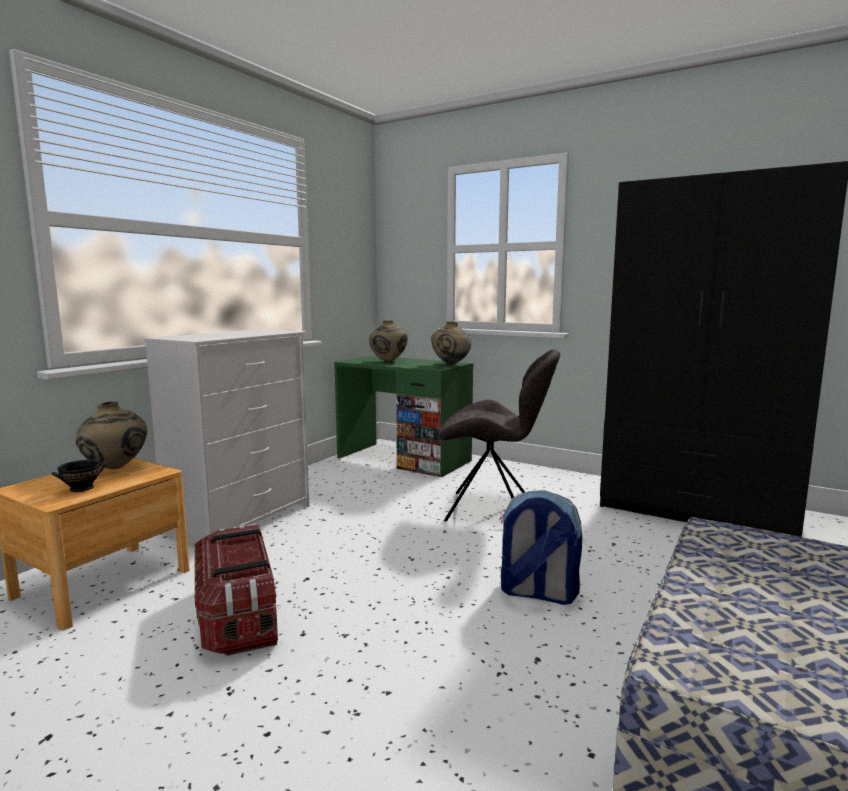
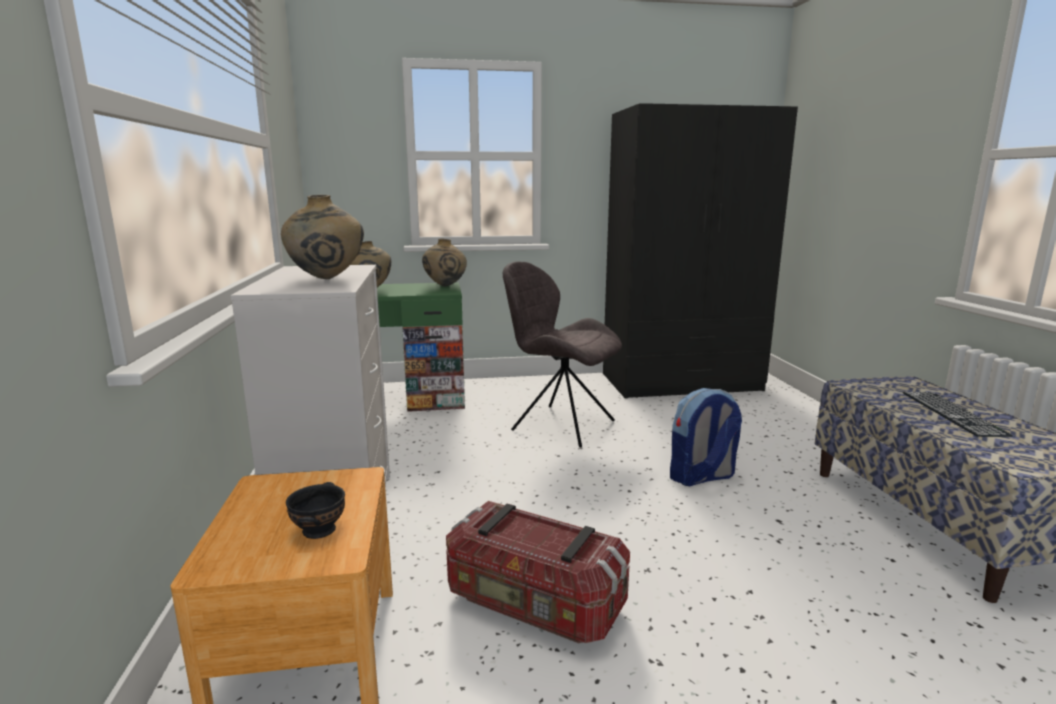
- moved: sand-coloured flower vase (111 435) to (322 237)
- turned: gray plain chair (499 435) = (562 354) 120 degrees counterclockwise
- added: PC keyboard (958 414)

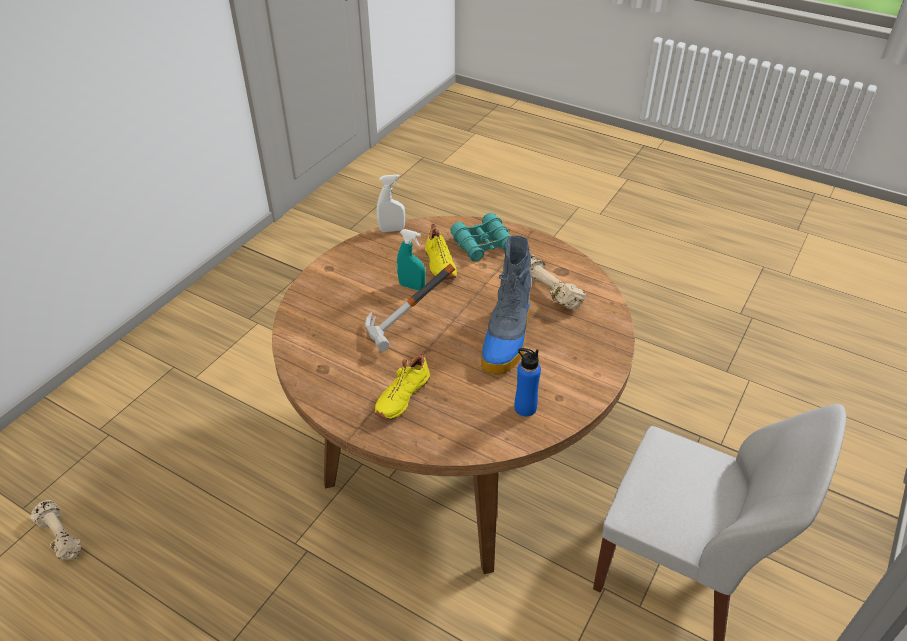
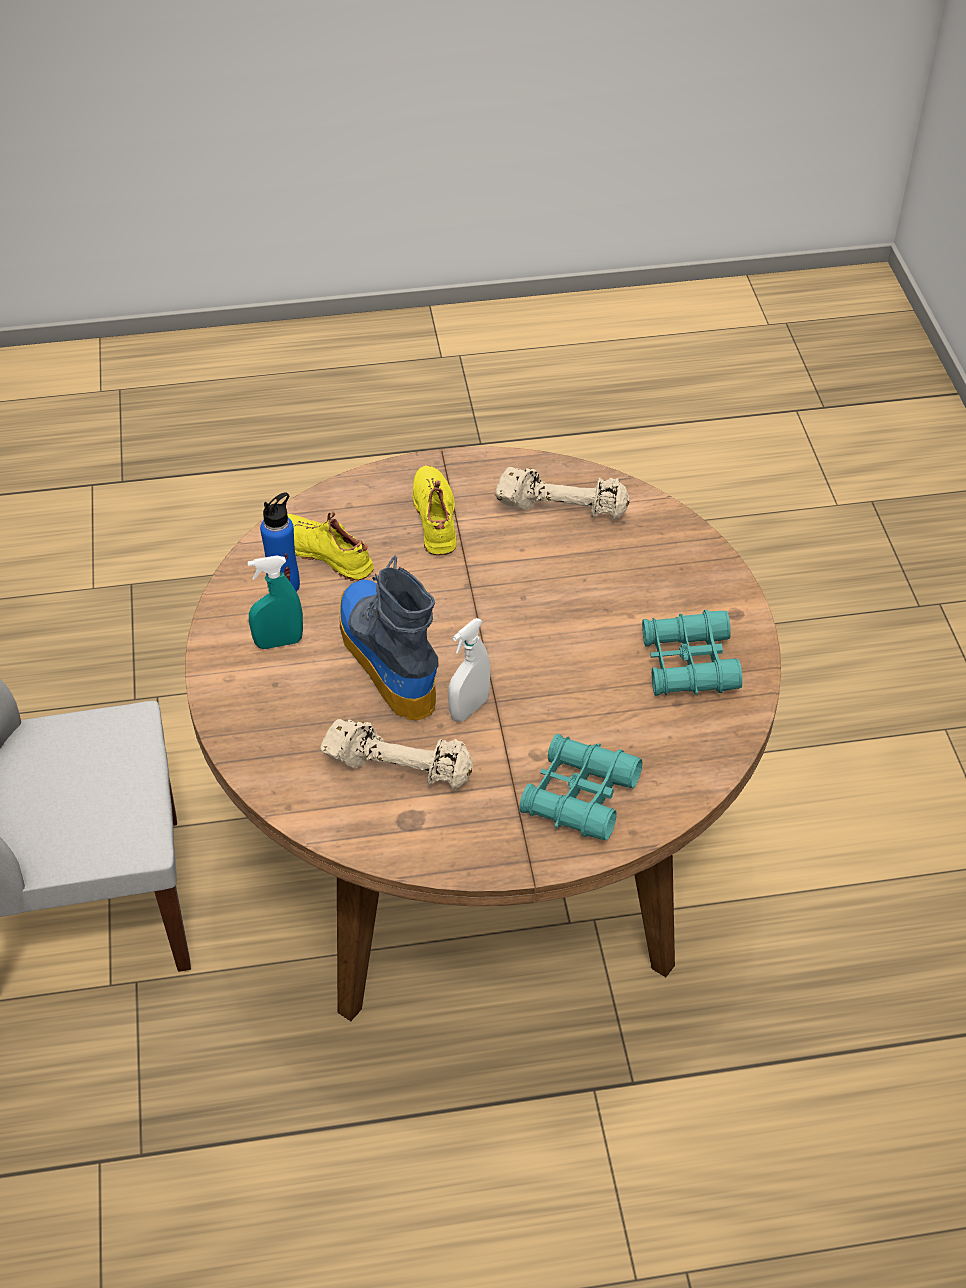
- moved: sand-coloured free weight (56 530) to (562 494)
- removed: hammer (410 307)
- moved: whitish sprayer (391 203) to (469 670)
- moved: turquoise sprayer (411 260) to (275 602)
- moved: yellowish item of footwear (441 252) to (330 546)
- added: turquoise pair of binoculars (692 653)

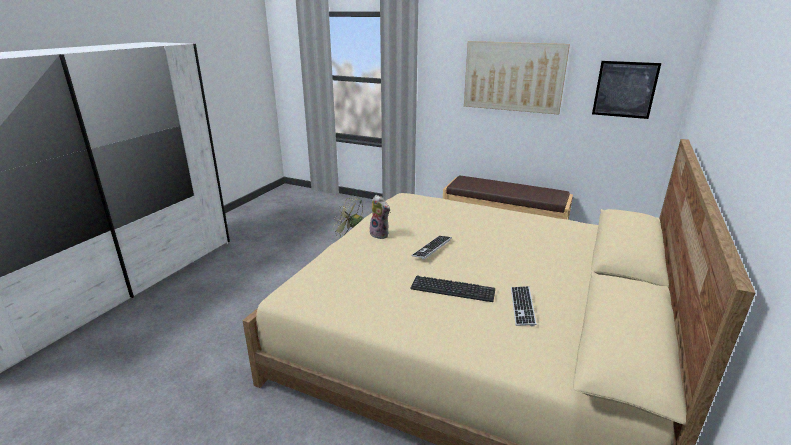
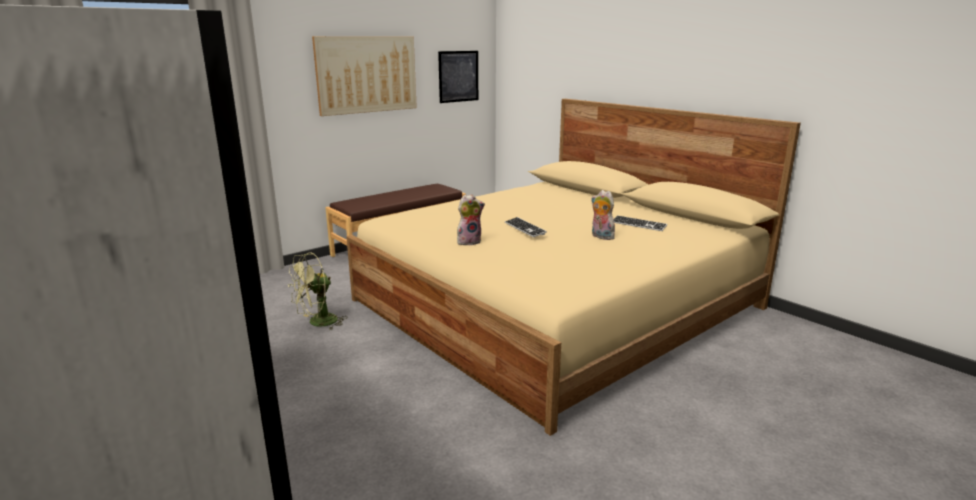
- replaced: PC keyboard (452 289) to cuddly toy (603 215)

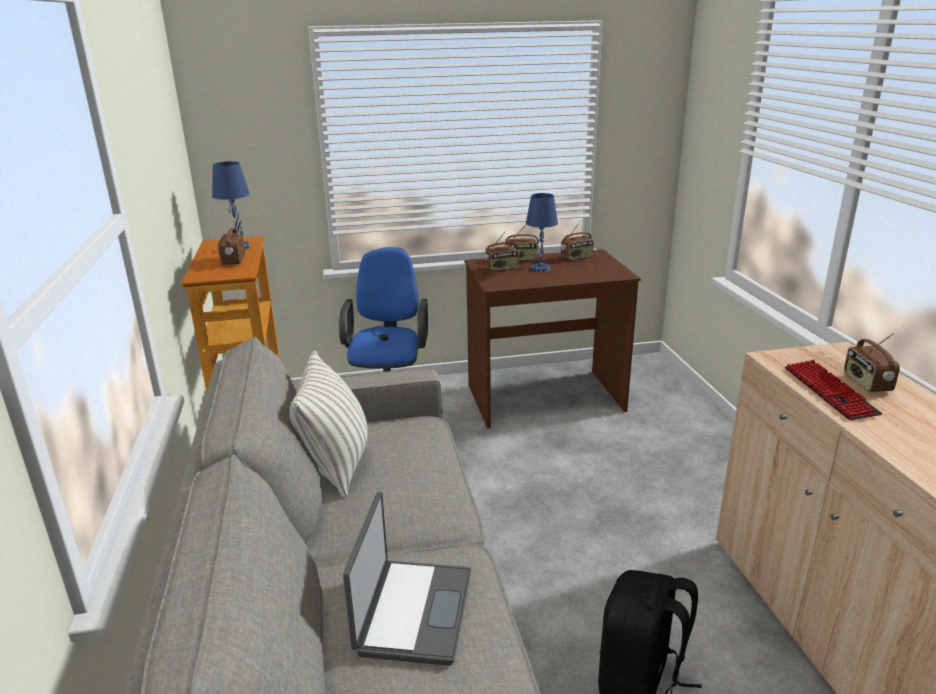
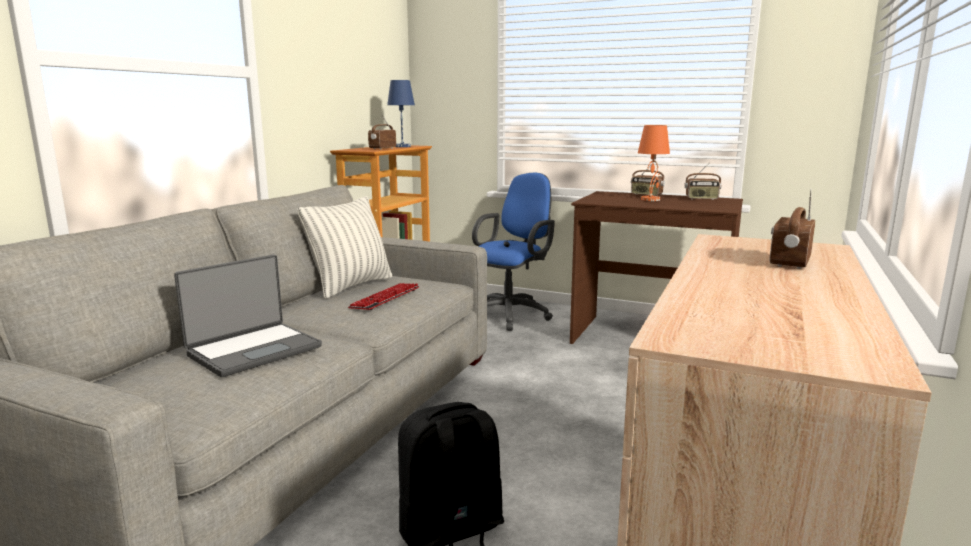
- removed: radio set (501 251)
- recoloured: bluish table lamp (542 232) to orange-coloured table lamp (654 163)
- moved: PC keyboard (833 390) to (383 296)

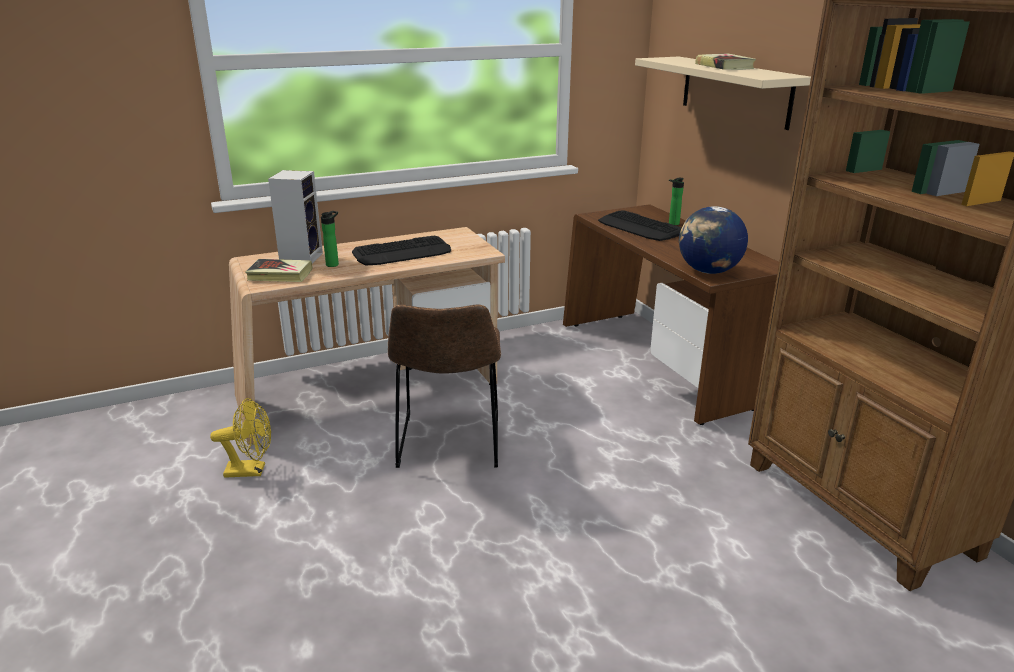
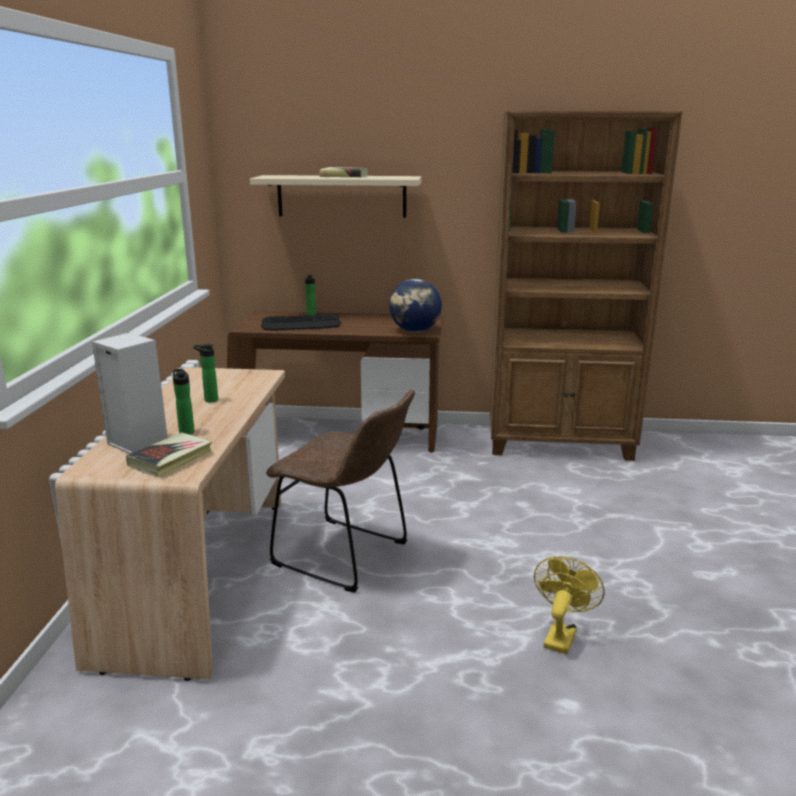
- moved: yellowish electric fan (240 438) to (569 605)
- replaced: PC keyboard (401 251) to drink bottle (205 373)

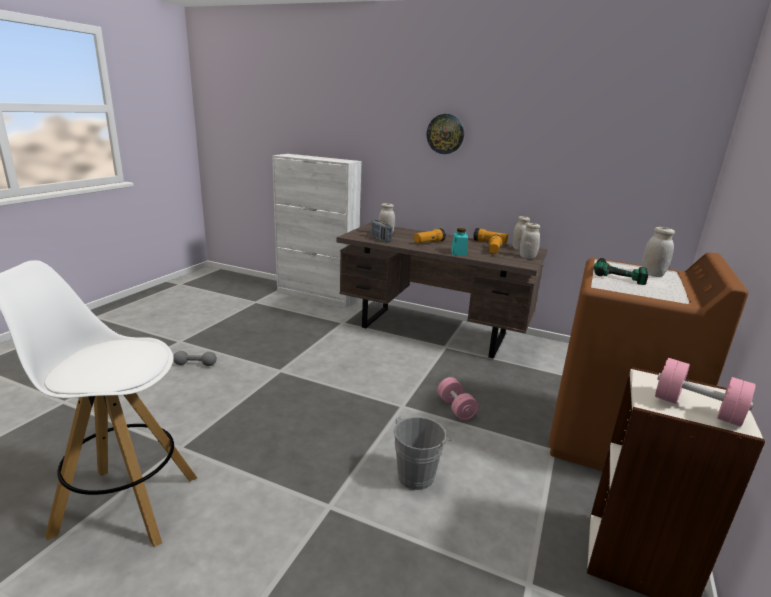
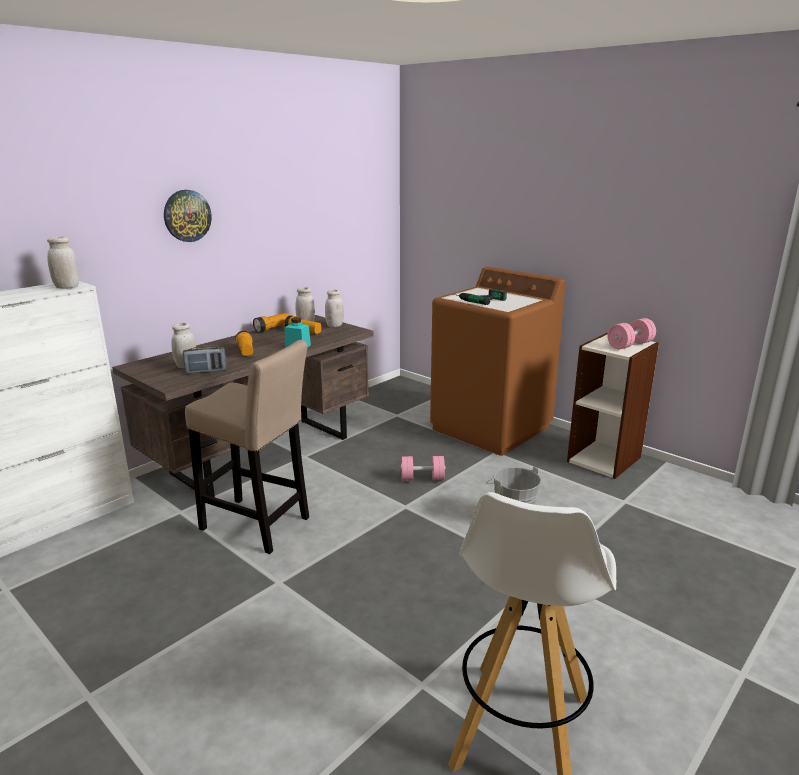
- removed: gray free weight (195 358)
- moved: whitish storage jar (658 252) to (63 263)
- added: sand-coloured sitting stool (247 447)

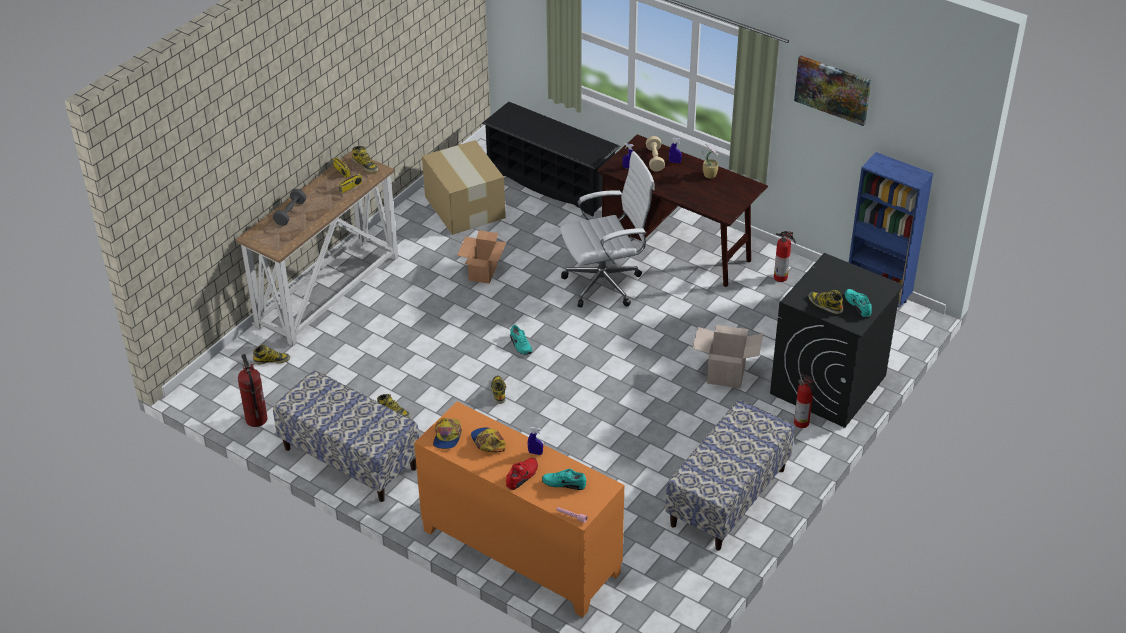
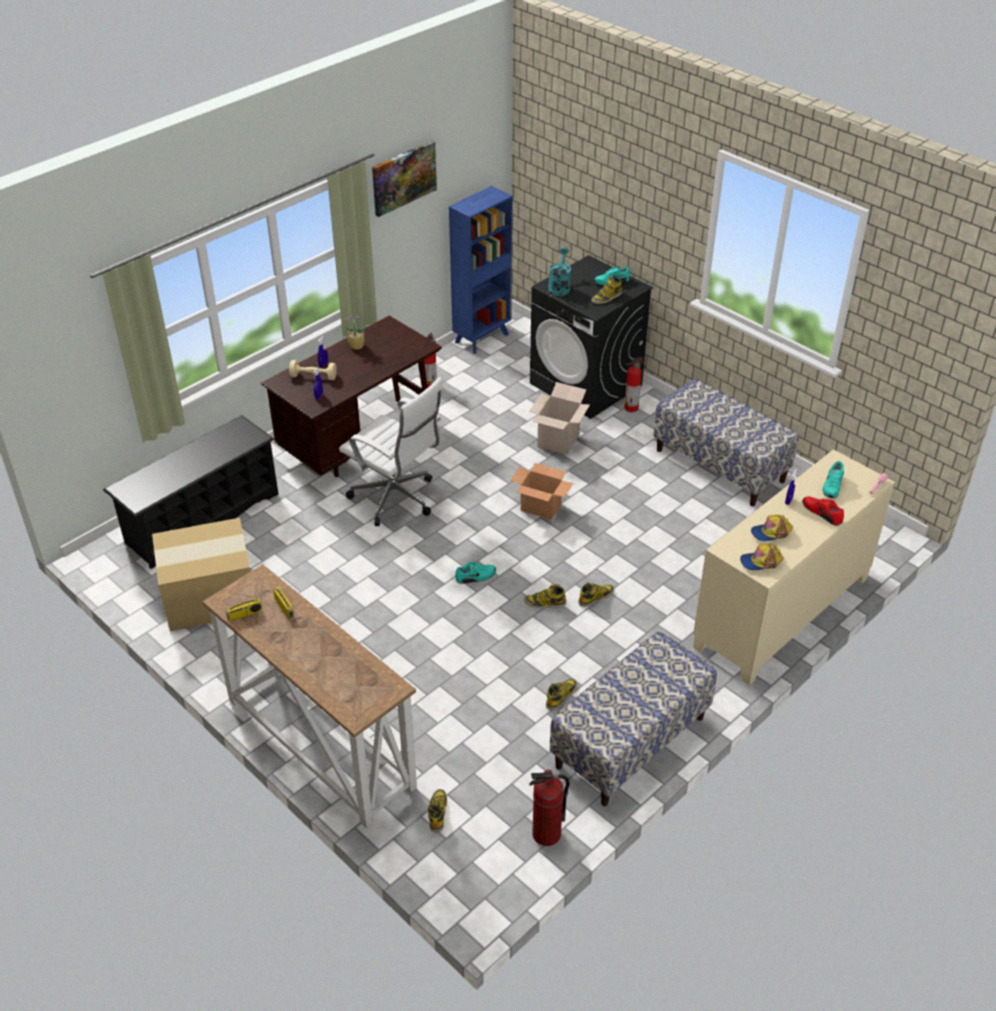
- removed: gray free weight (289 207)
- moved: tall boot (365 159) to (596 594)
- recoloured: orange-coloured cabinet (519 509) to sand-coloured cabinet (794 567)
- turned: baseball cap (447 433) = (761 557) 150 degrees clockwise
- moved: cardboard box (481 257) to (542 491)
- turned: whitish office chair (607 229) = (391 451) 135 degrees clockwise
- added: turquoise watering can (559 272)

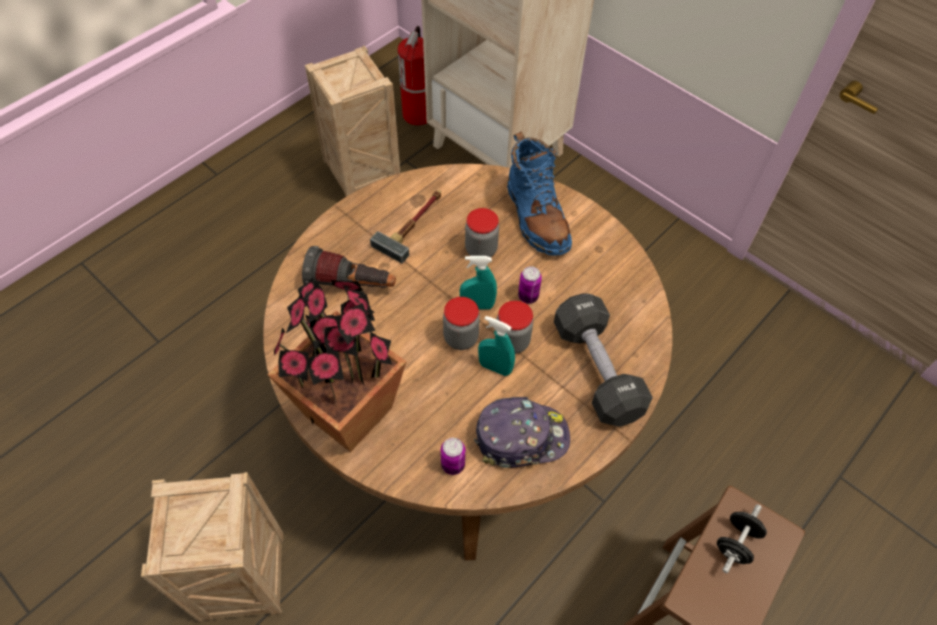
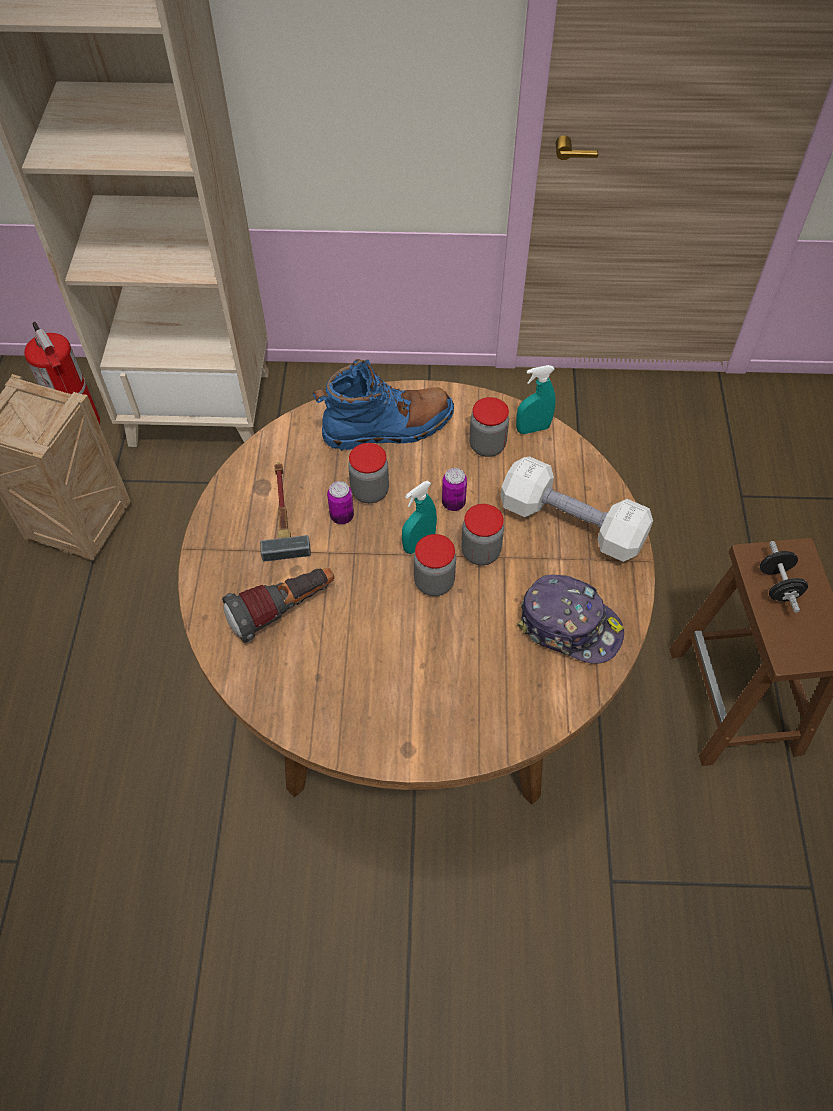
- removed: shipping crate (212 547)
- removed: potted plant (337 364)
- moved: metal can (453 456) to (340 502)
- turned: baseball cap (522 432) = (570 619) 75 degrees clockwise
- moved: turquoise sprayer (496 346) to (536 399)
- turned: bluish tall boot (539 194) = (383 405) 45 degrees counterclockwise
- recoloured: black-coloured free weight (603 360) to whitish free weight (576 509)
- added: storage jar (489 427)

